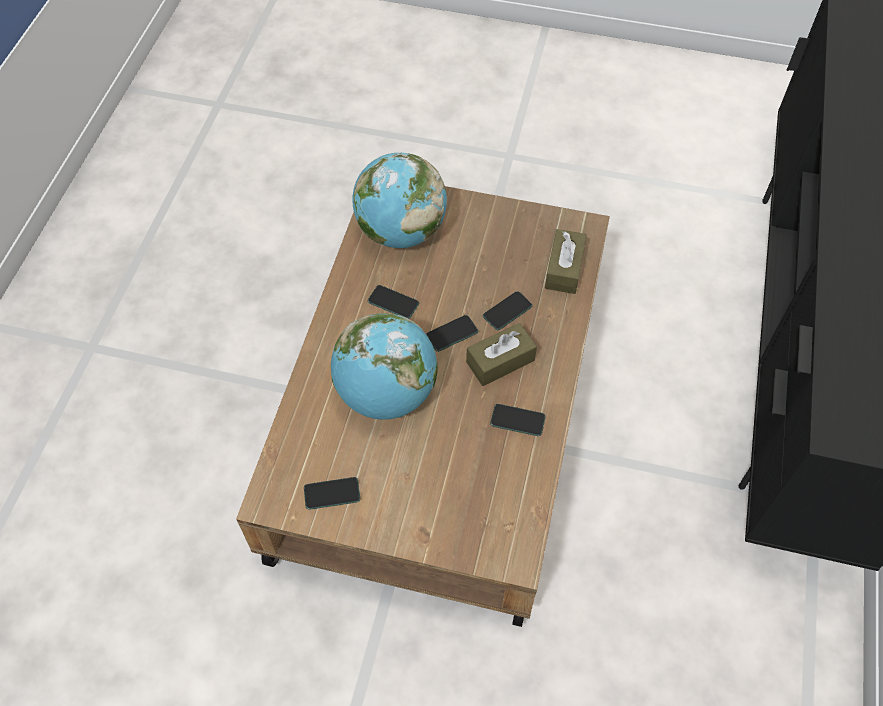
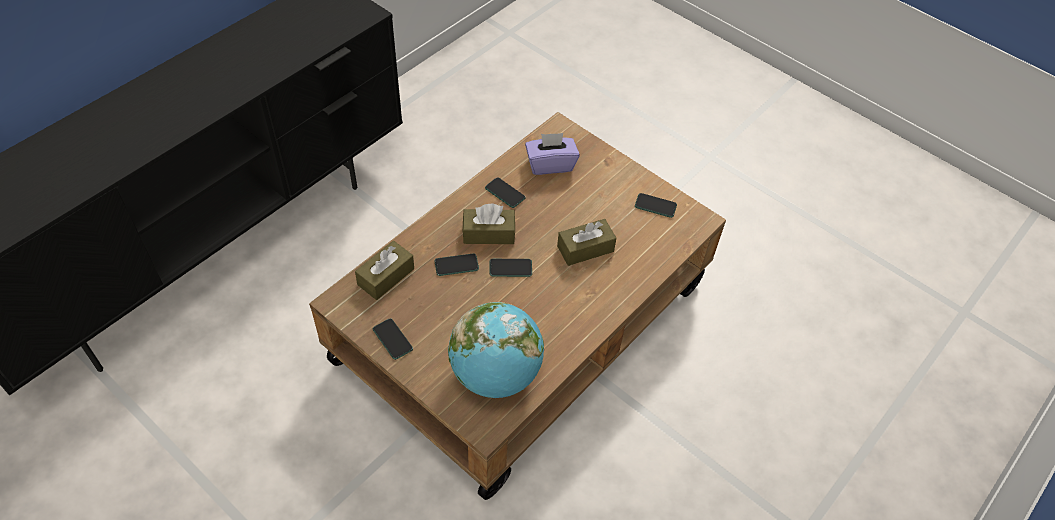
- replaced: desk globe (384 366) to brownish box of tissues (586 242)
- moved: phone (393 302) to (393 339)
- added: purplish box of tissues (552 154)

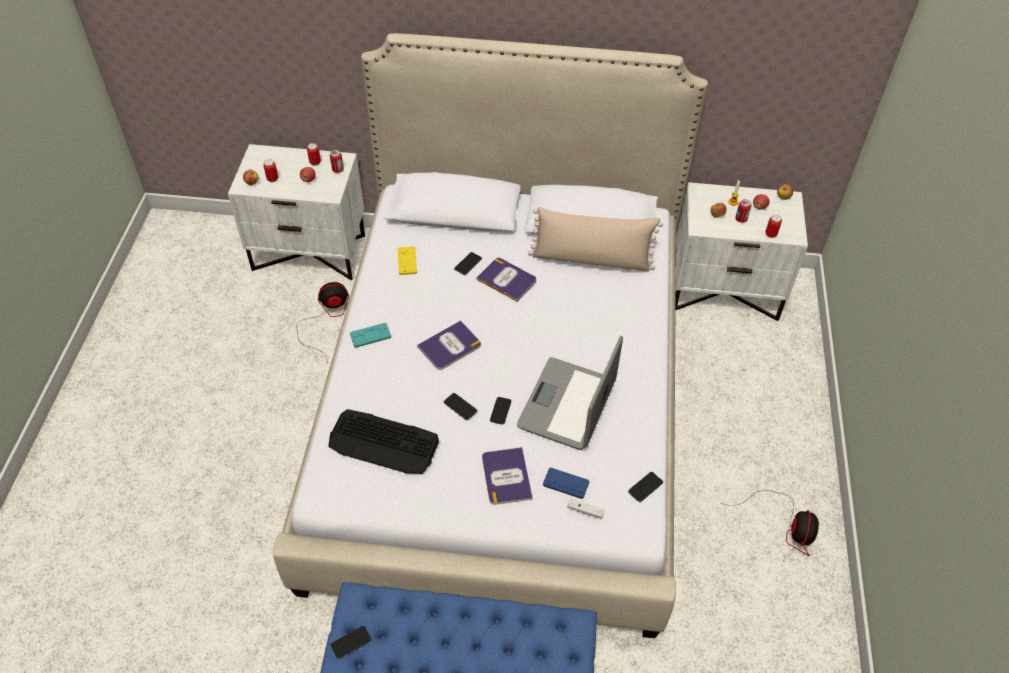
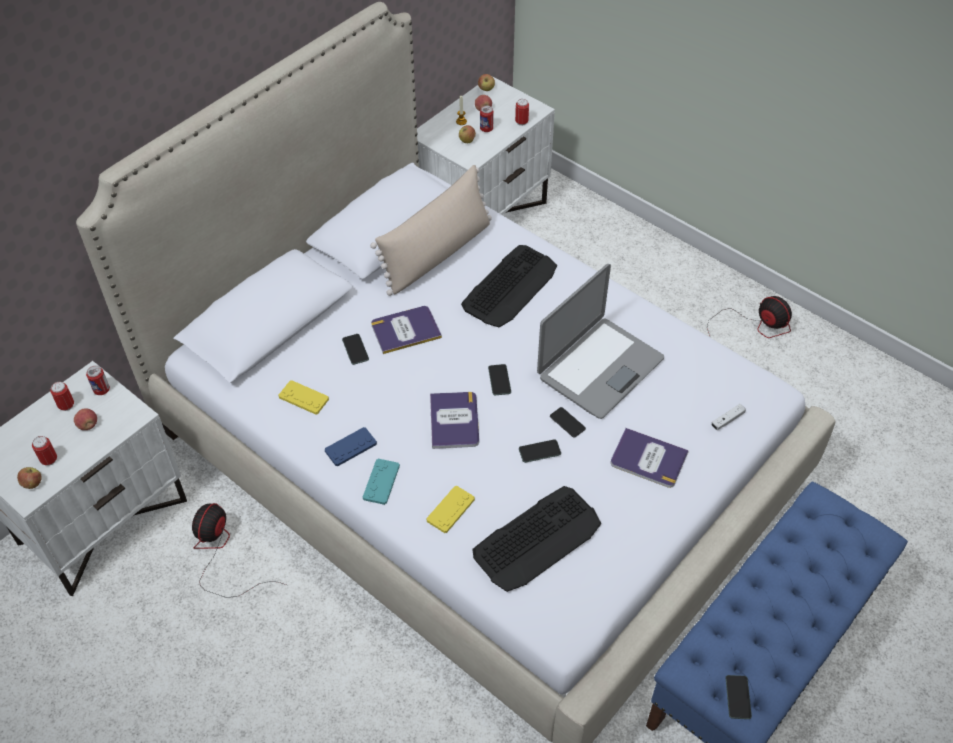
- turned: notebook computer (570 392) = (600 341) 105 degrees counterclockwise
- moved: bluish gamepad (566 483) to (351 447)
- moved: phone (645 487) to (499 379)
- added: yellowish gamepad (450 509)
- added: PC keyboard (509 286)

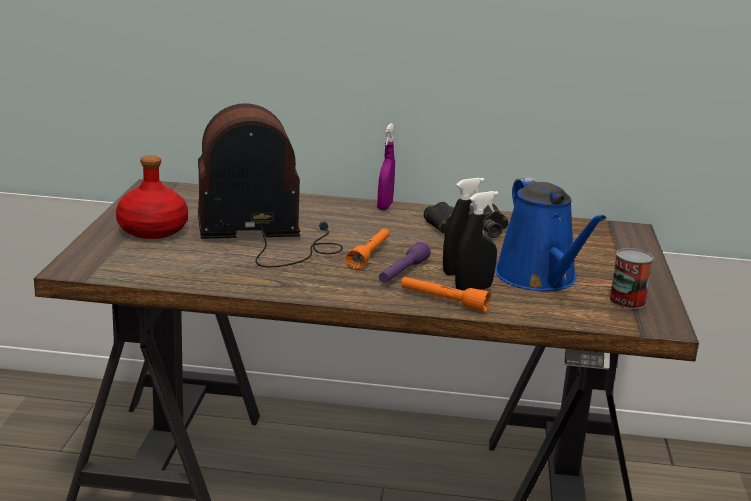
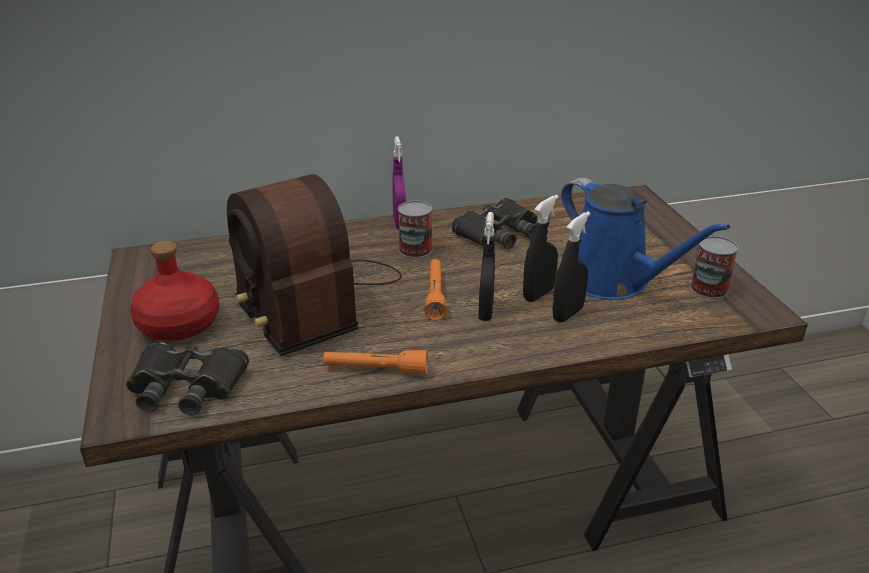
- turned: radio set (270 185) = (314 265) 90 degrees counterclockwise
- replaced: purplish hand torch (405 262) to black-coloured sprayer (486 266)
- moved: orange-coloured hand torch (446 294) to (375 362)
- added: black-coloured pair of binoculars (187 379)
- added: metal can (415 229)

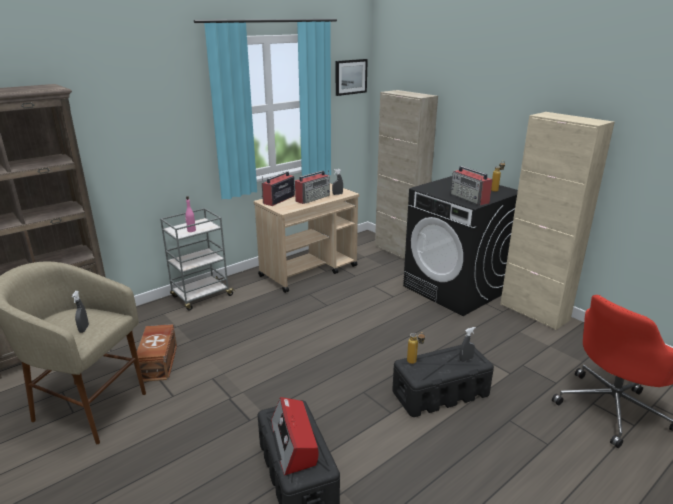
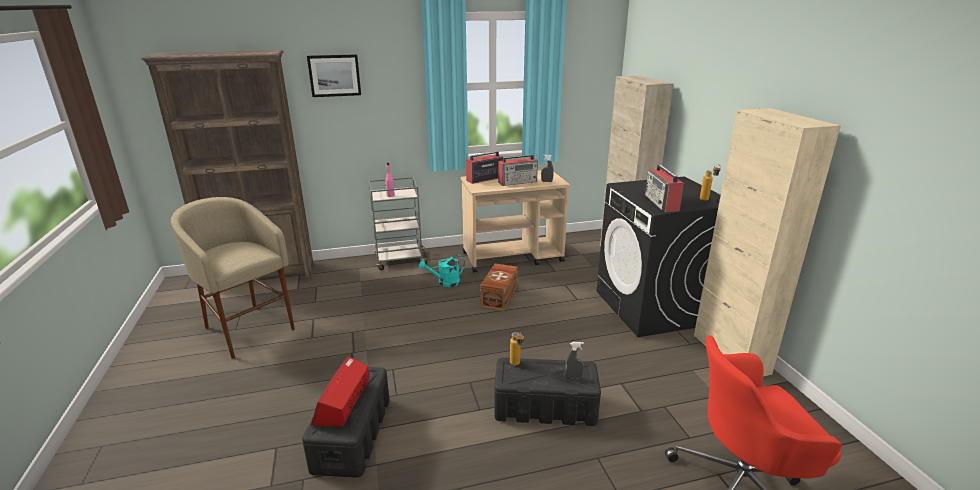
- removed: gray sprayer (80 312)
- moved: brownish storage container (157 353) to (499 287)
- moved: picture (352 77) to (334 75)
- added: turquoise watering can (442 271)

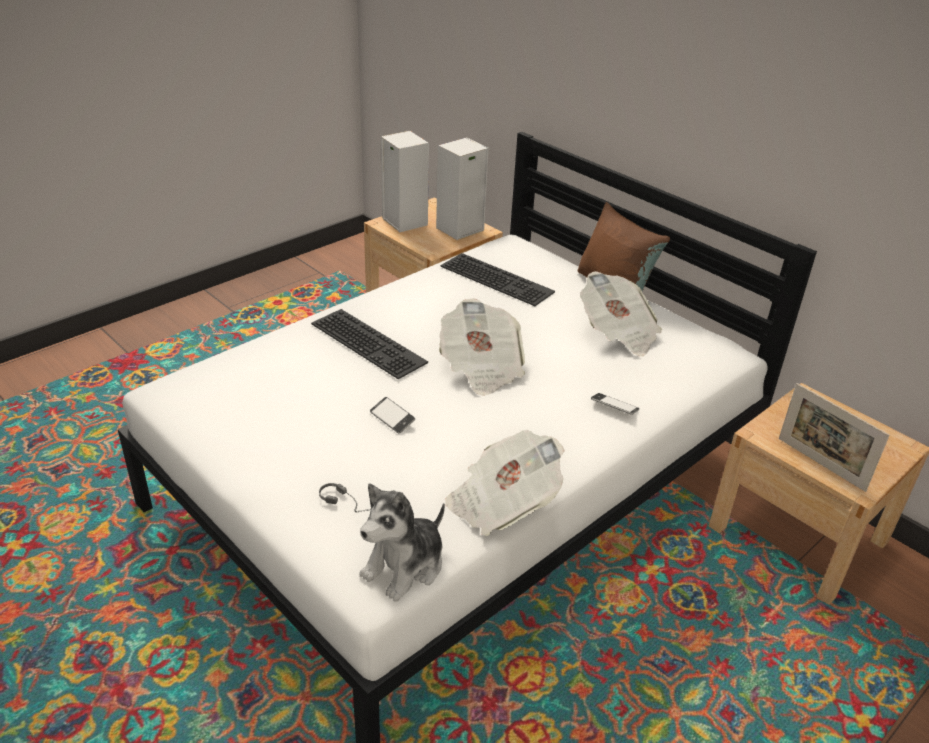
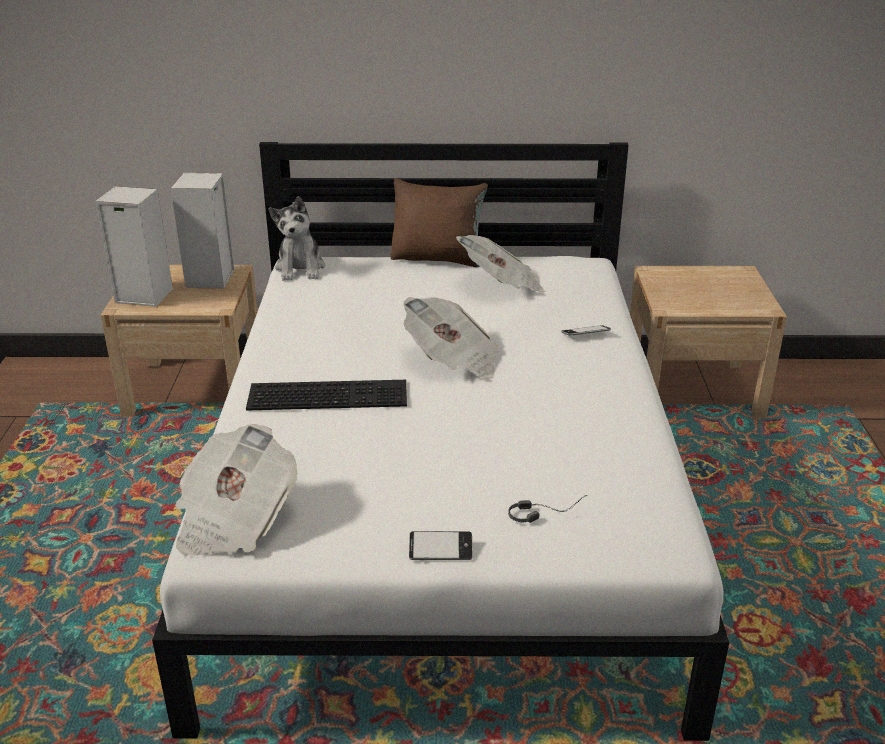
- moved: cuddly toy (402 542) to (297 238)
- moved: phone (392 415) to (440 545)
- removed: PC keyboard (498 279)
- moved: daily paper (504 483) to (236 490)
- removed: picture frame (834 437)

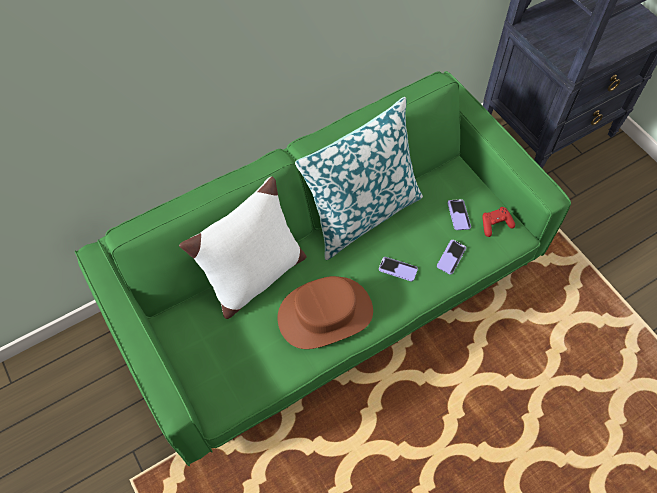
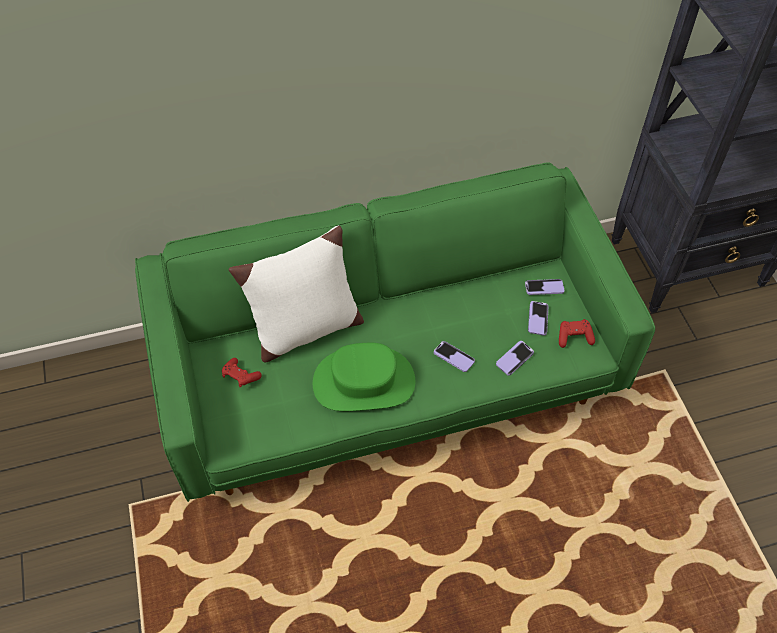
- recoloured: brownish hat (325 312) to green-coloured hat (364 377)
- removed: cushion (359 178)
- added: red gamepad (242 372)
- added: phone (545 287)

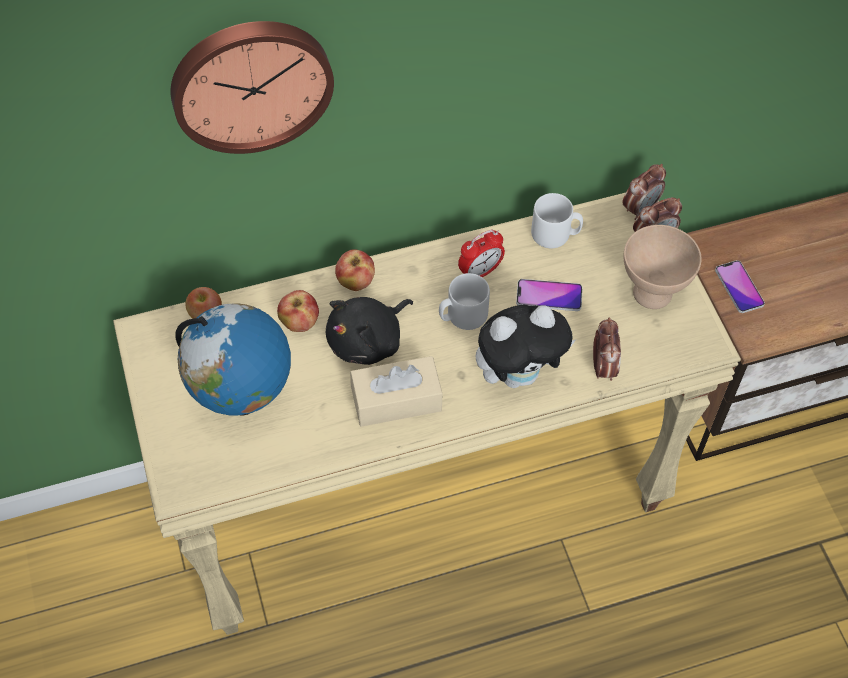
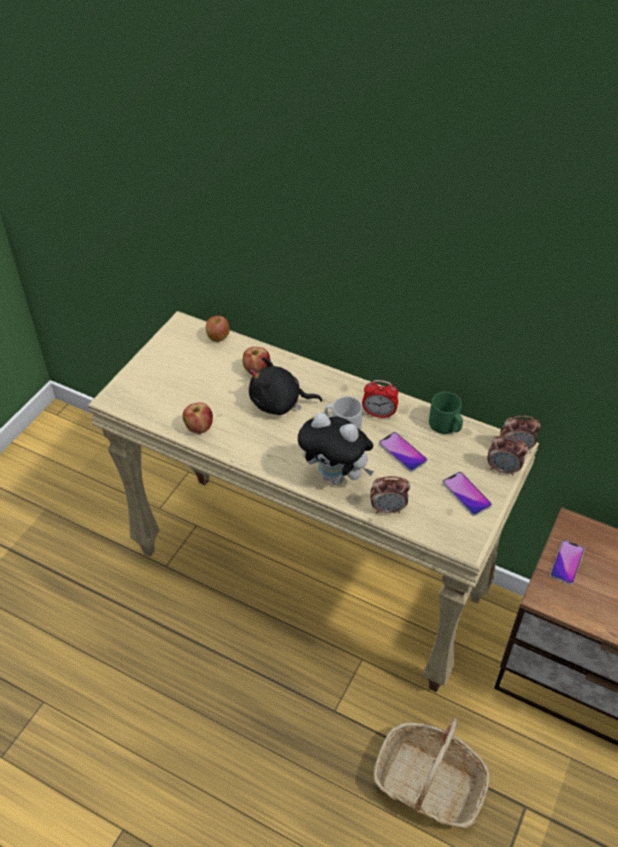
- removed: clock on the wall (252 87)
- removed: desk globe (233 360)
- moved: apple (355 270) to (197 418)
- removed: sand-coloured box of tissues (396 391)
- recoloured: whitish mug (557 220) to green-coloured mug (446 413)
- turned: table clock (607 349) = (390 494) 45 degrees clockwise
- replaced: sand-coloured deep dish (663 267) to phone (467 494)
- added: storage basket (432 772)

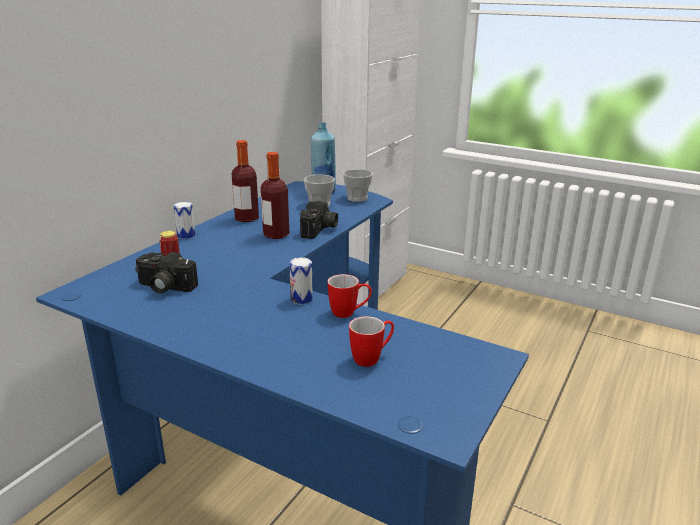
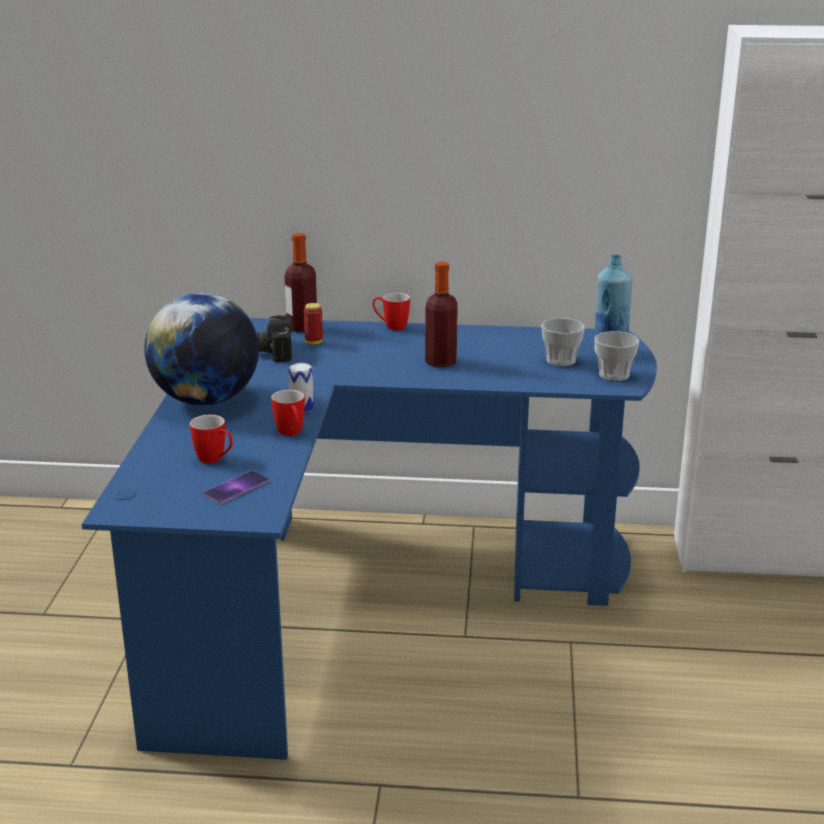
- replaced: metal can (185 220) to mug (391 312)
- moved: drink bottle (245 181) to (301 282)
- removed: still camera (319 220)
- added: desk globe (201 349)
- added: phone (236 487)

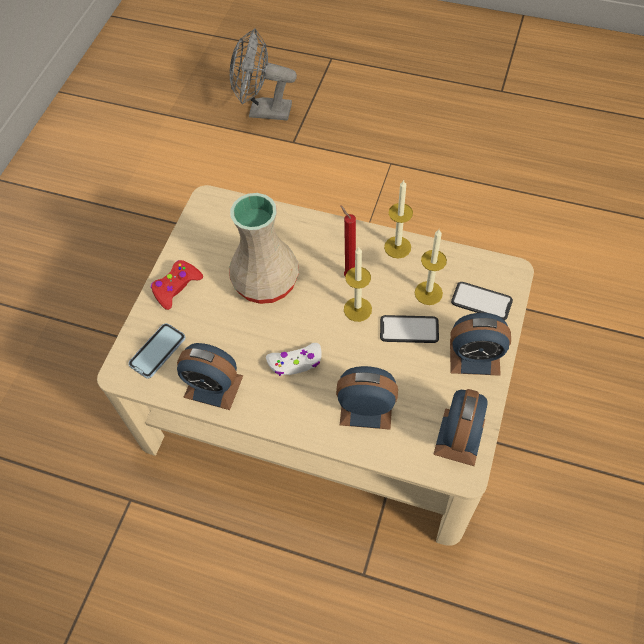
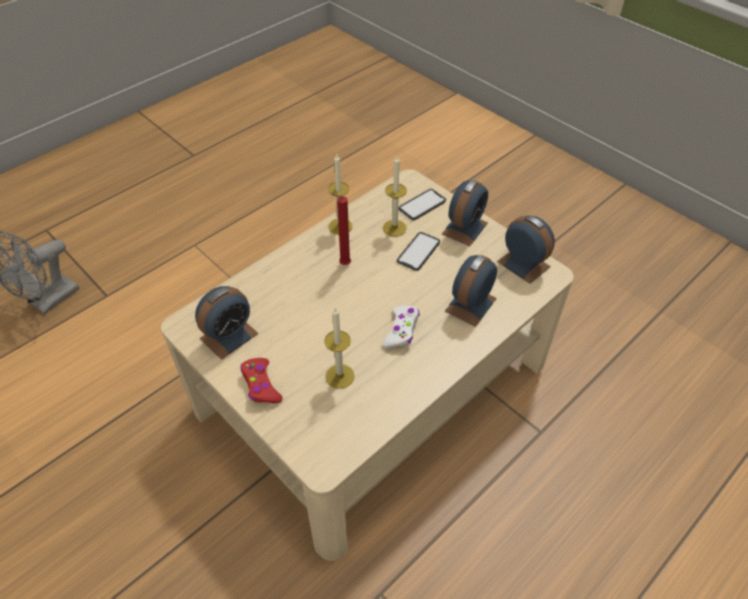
- removed: phone (157 351)
- moved: table clock (210 376) to (226 323)
- removed: sand-coloured flower vase (264 248)
- moved: wax candle (358 284) to (339 348)

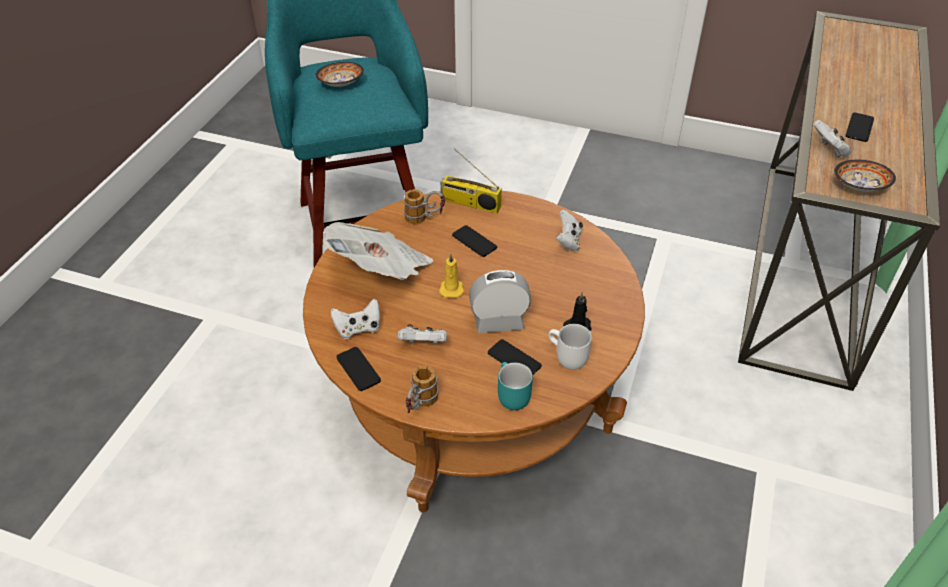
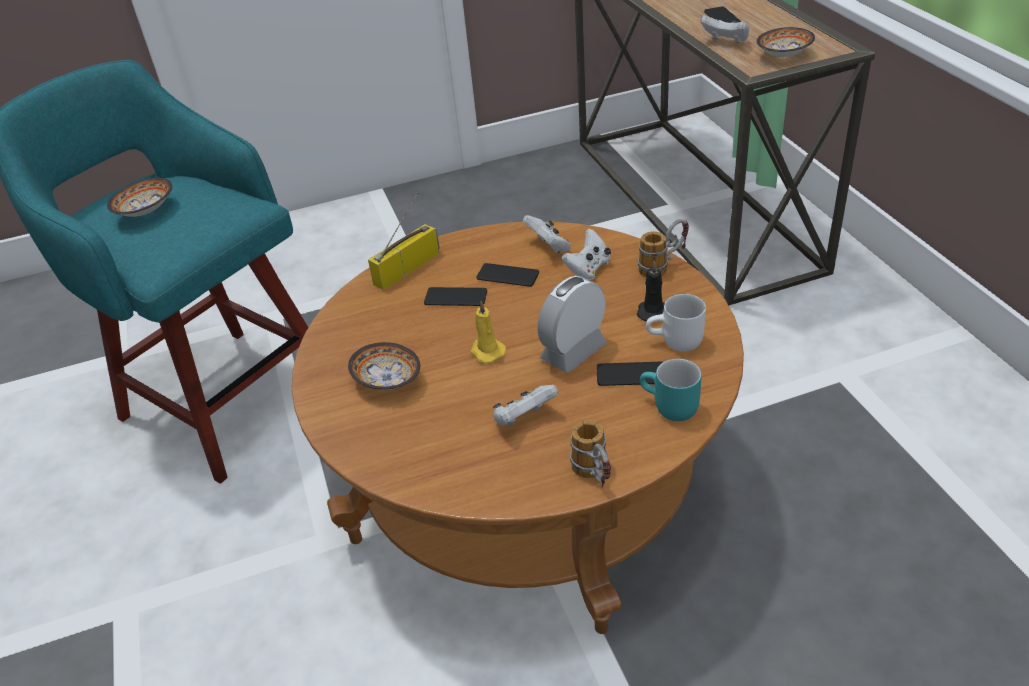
- replaced: daily paper (378 251) to deep dish (384 366)
- moved: whitish gamepad (355 319) to (586 254)
- moved: phone (358 369) to (507 275)
- moved: mug (424 206) to (663 248)
- turned: radio set (471 180) = (404 241) 150 degrees clockwise

